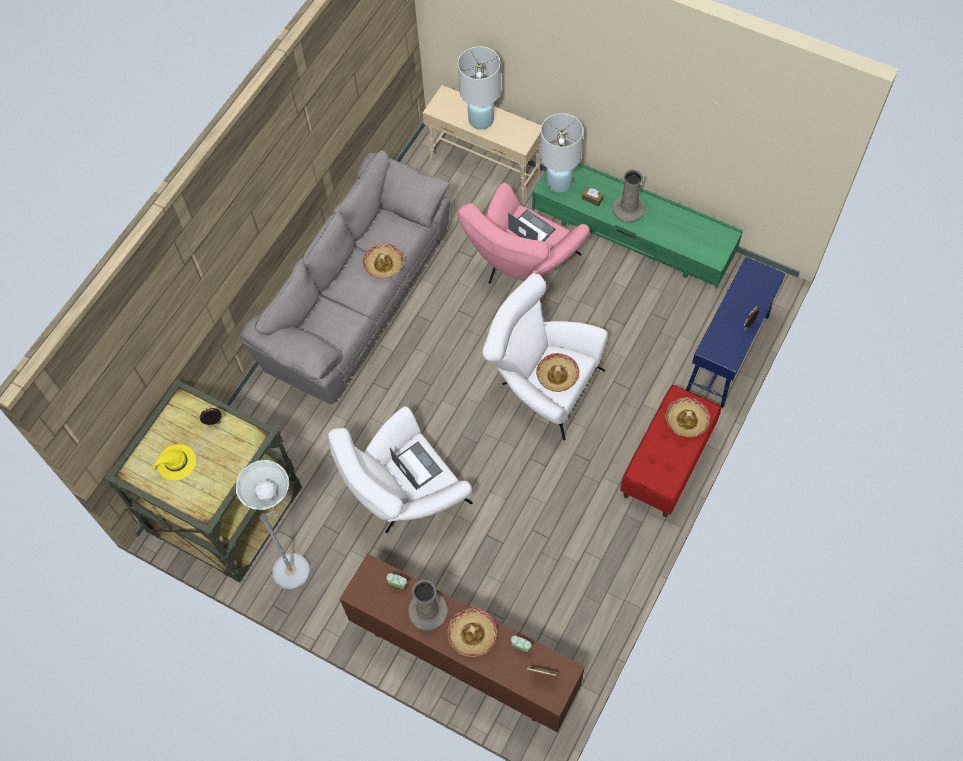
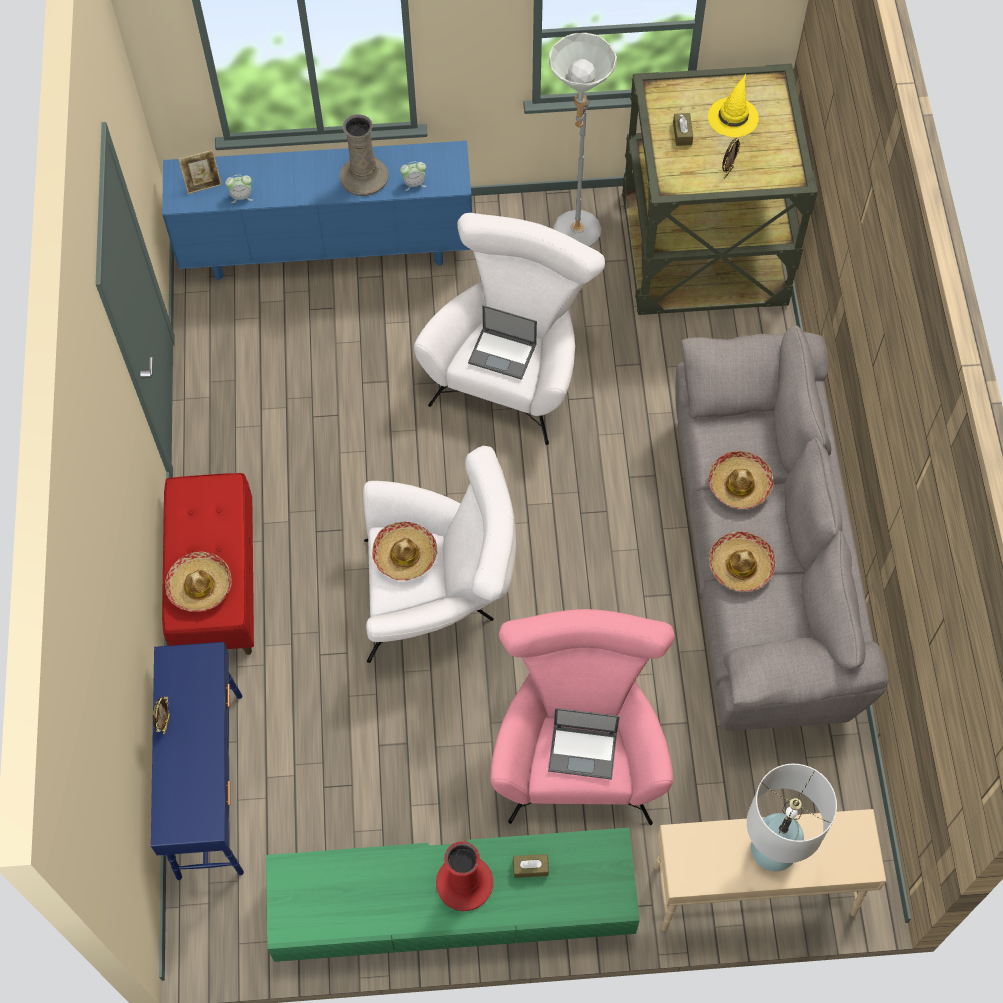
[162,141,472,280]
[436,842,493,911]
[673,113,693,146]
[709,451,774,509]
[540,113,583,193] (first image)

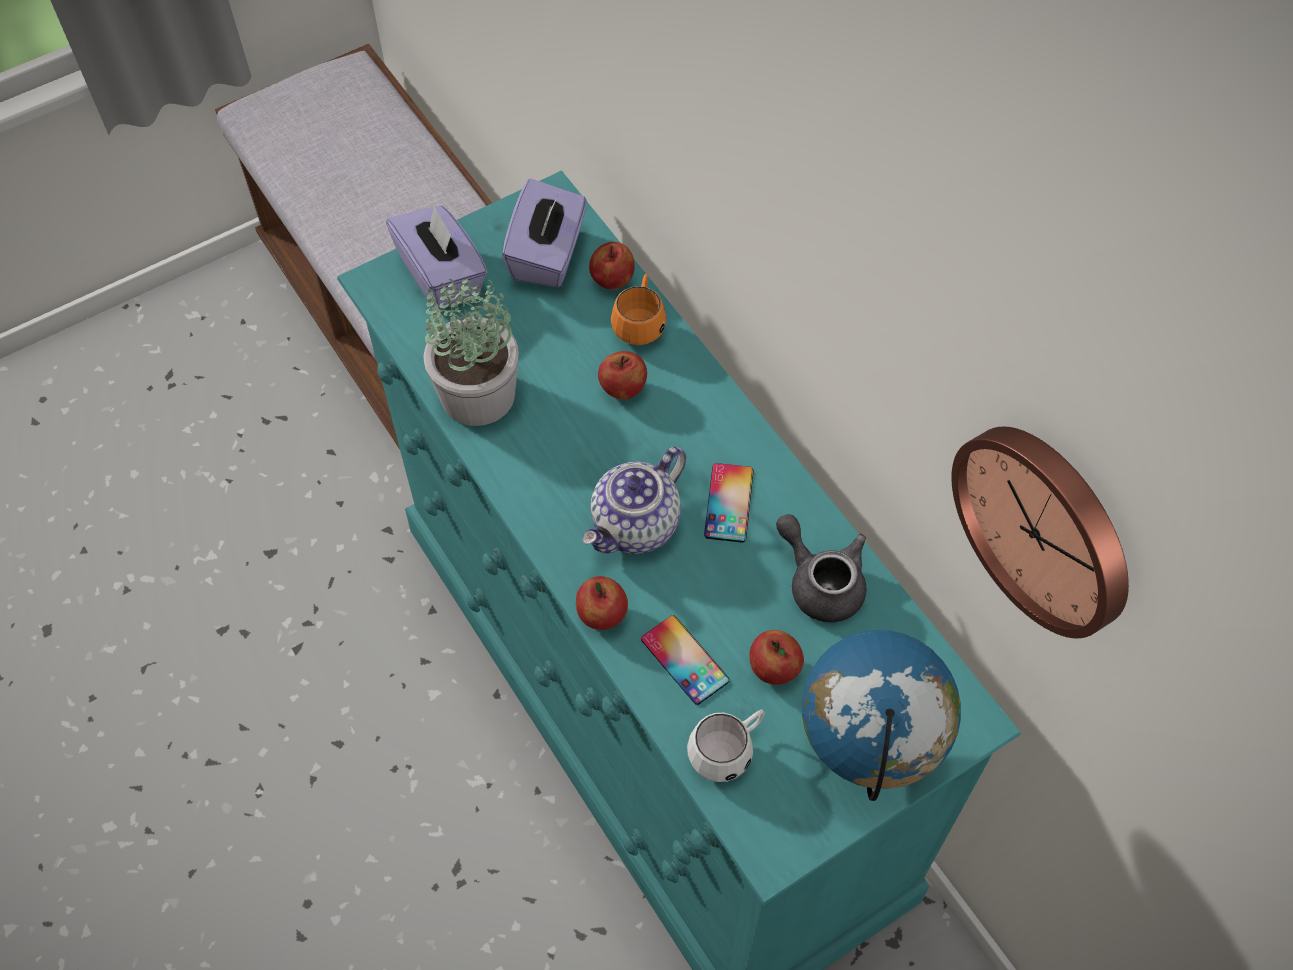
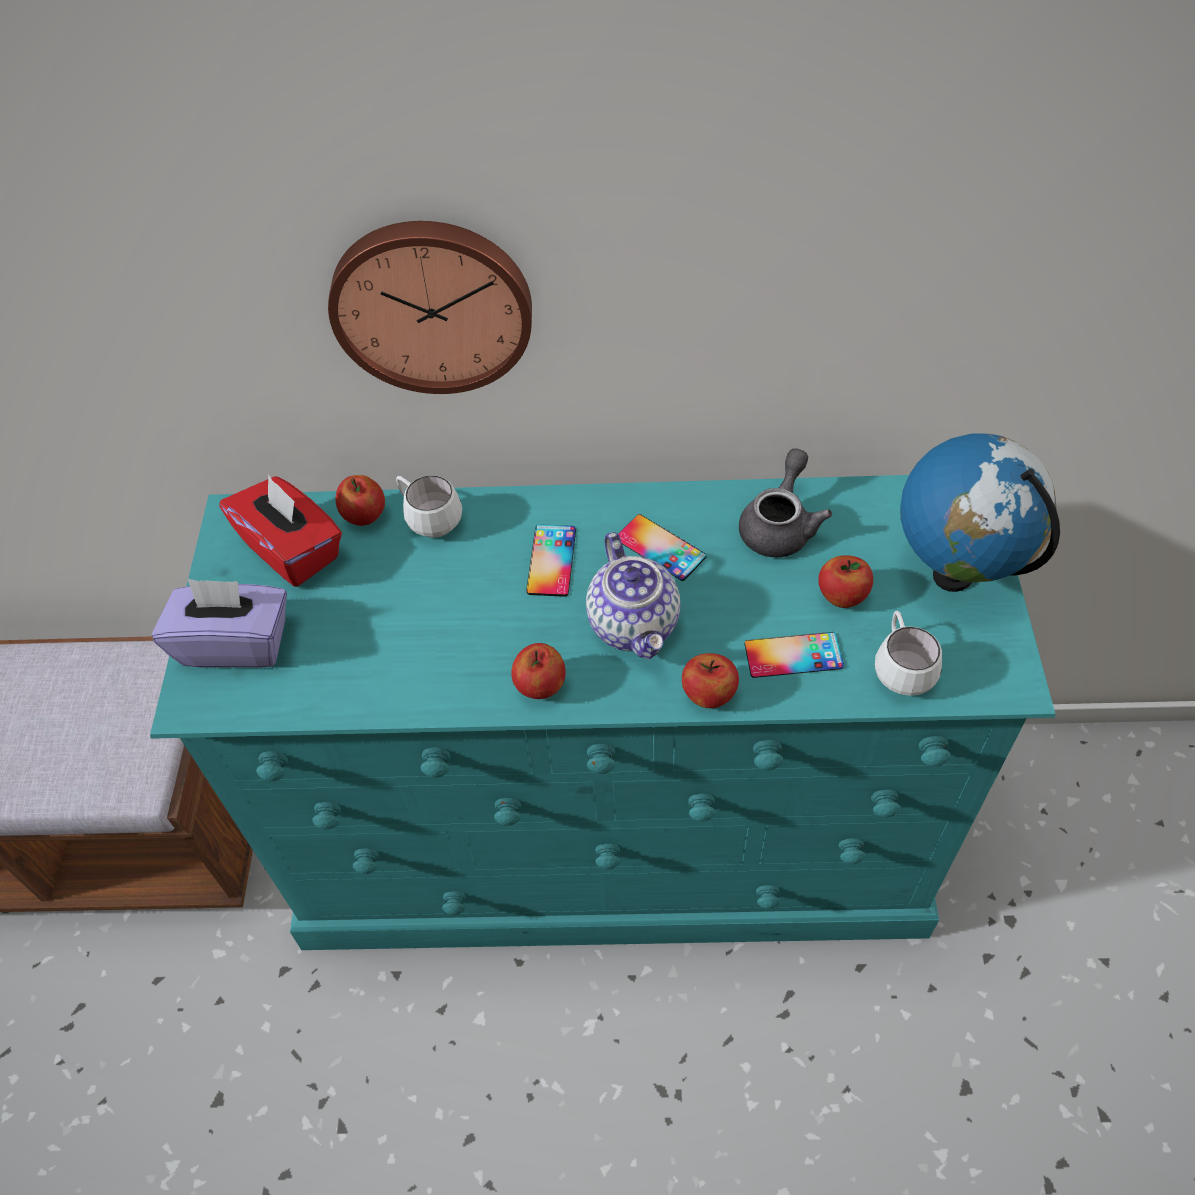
[219,474,342,587]
[328,221,532,394]
[396,475,462,538]
[511,643,566,699]
[526,524,576,597]
[739,448,832,557]
[424,275,519,426] (first image)

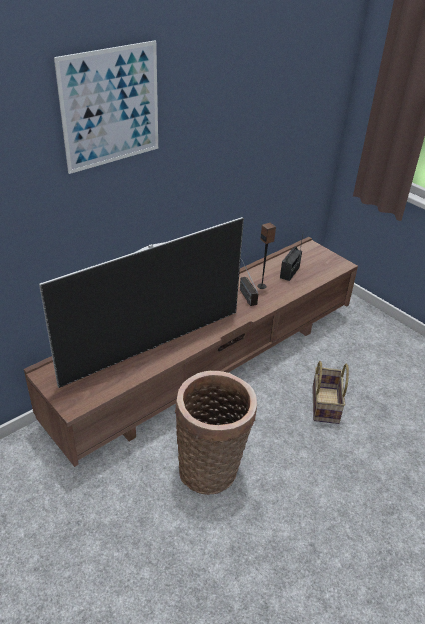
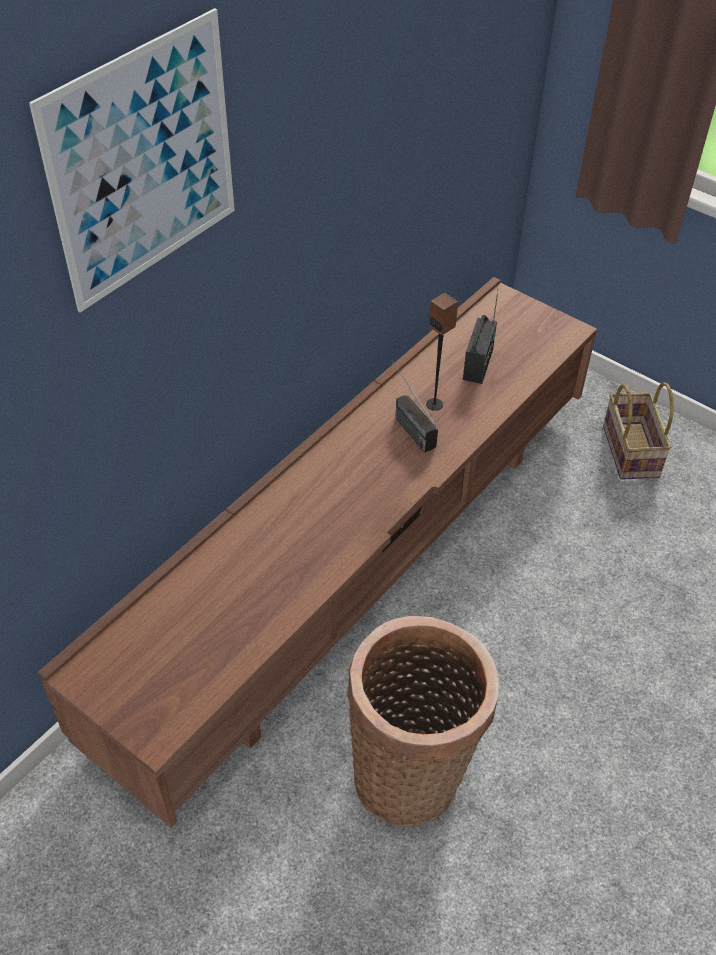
[603,382,674,480]
[39,217,244,388] (first image)

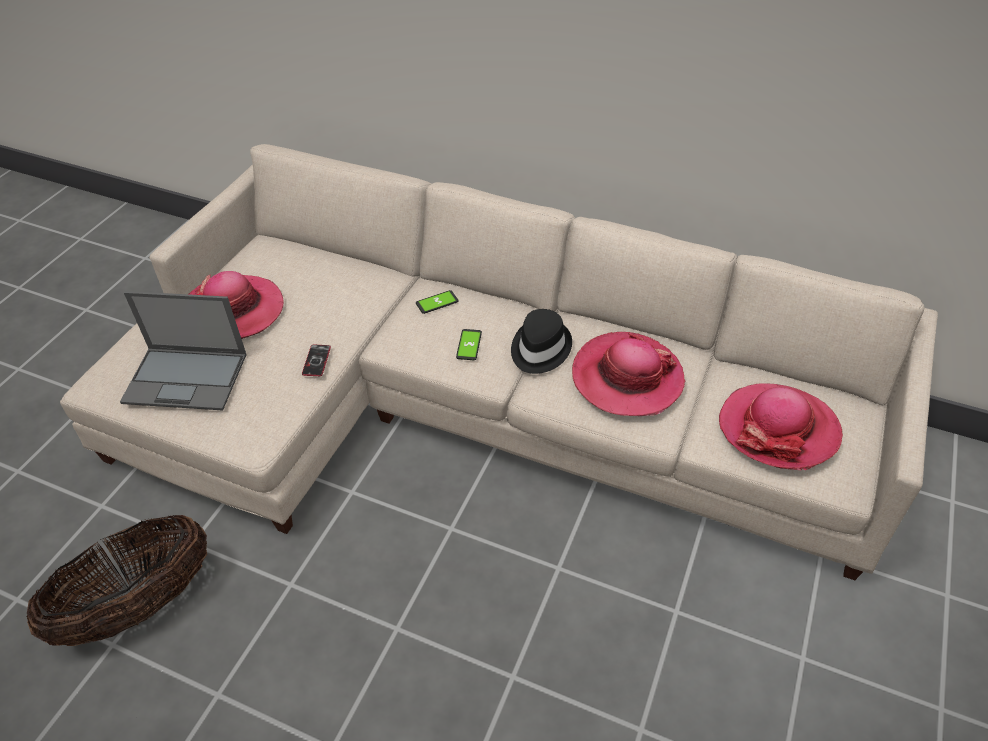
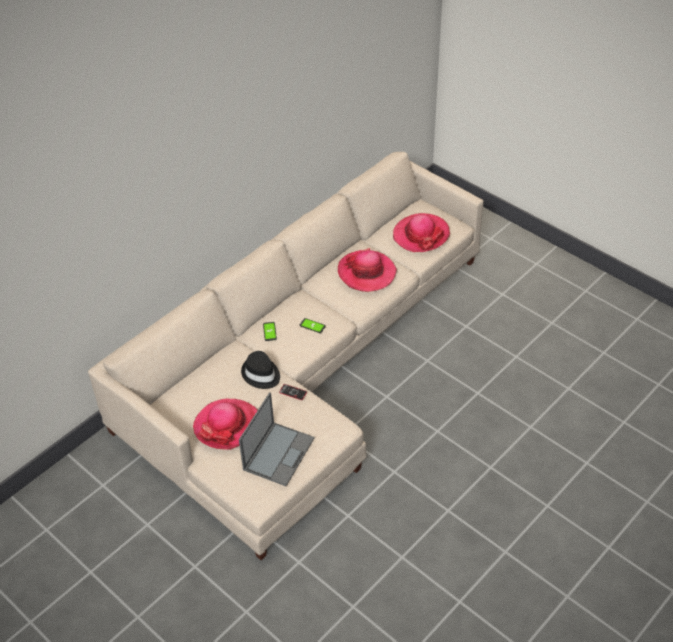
[241,351,280,389]
[27,515,207,646] (first image)

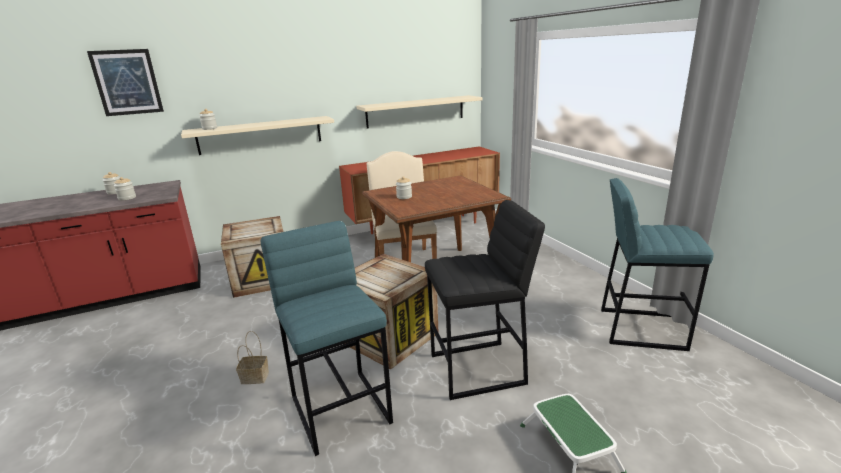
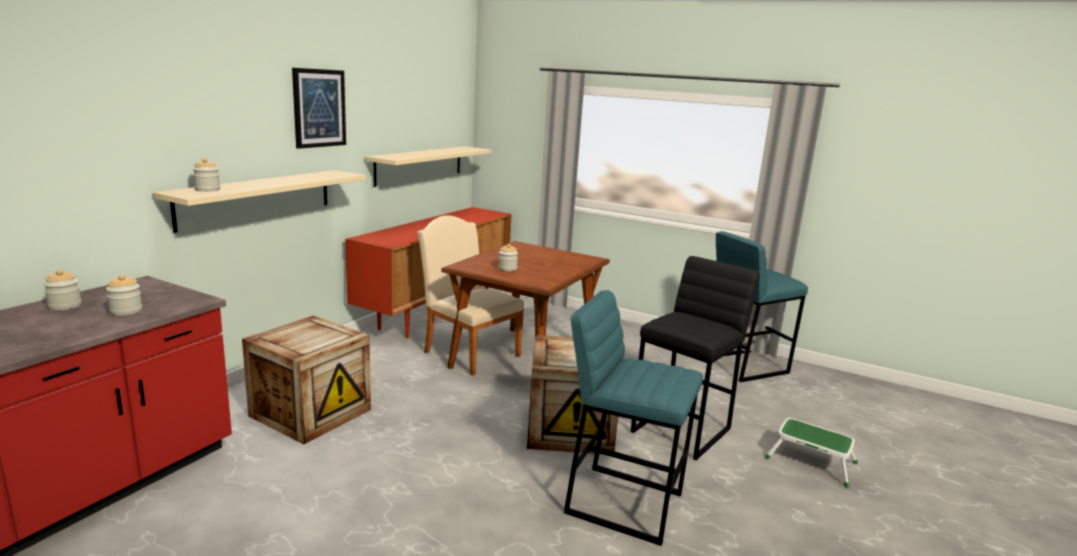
[292,68,346,149]
[236,331,269,384] (first image)

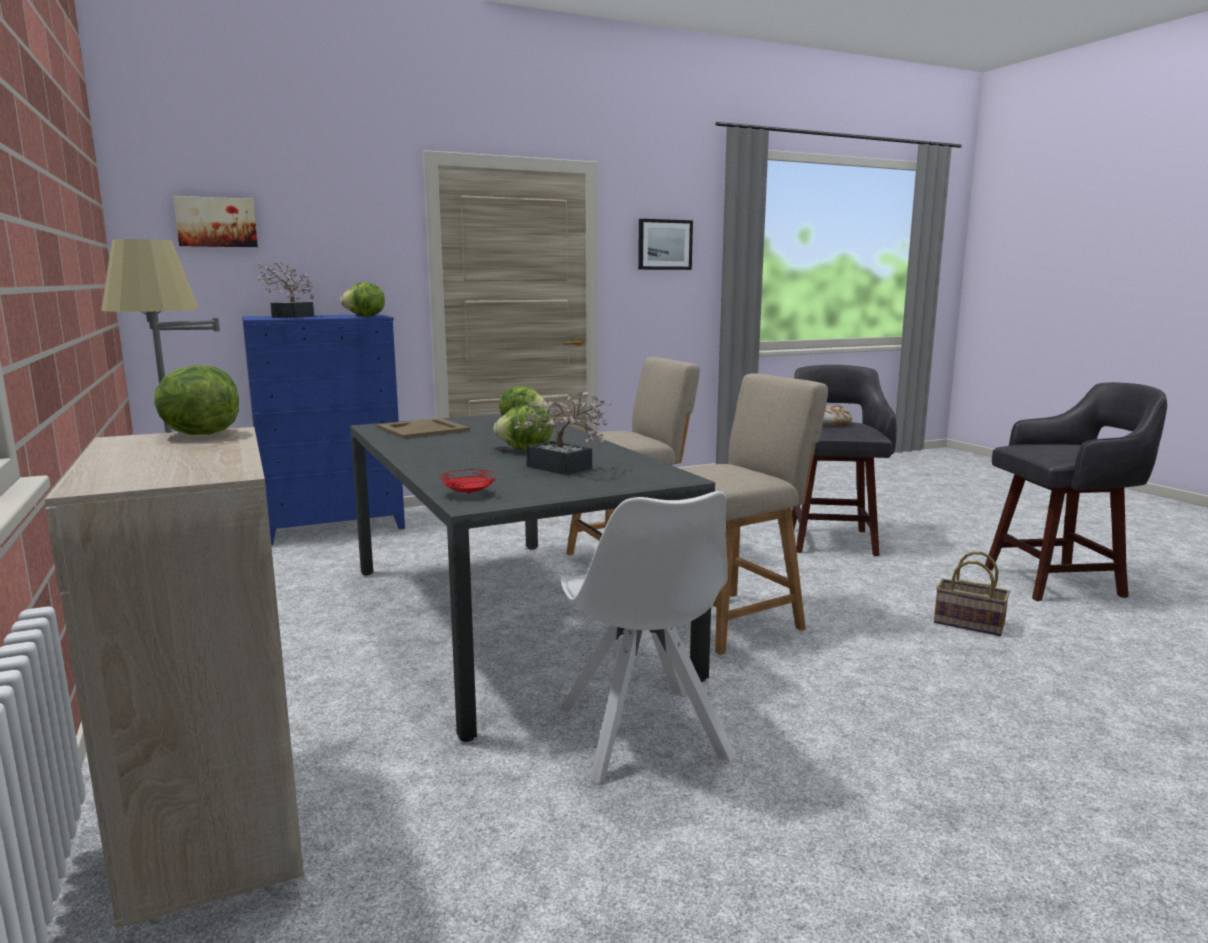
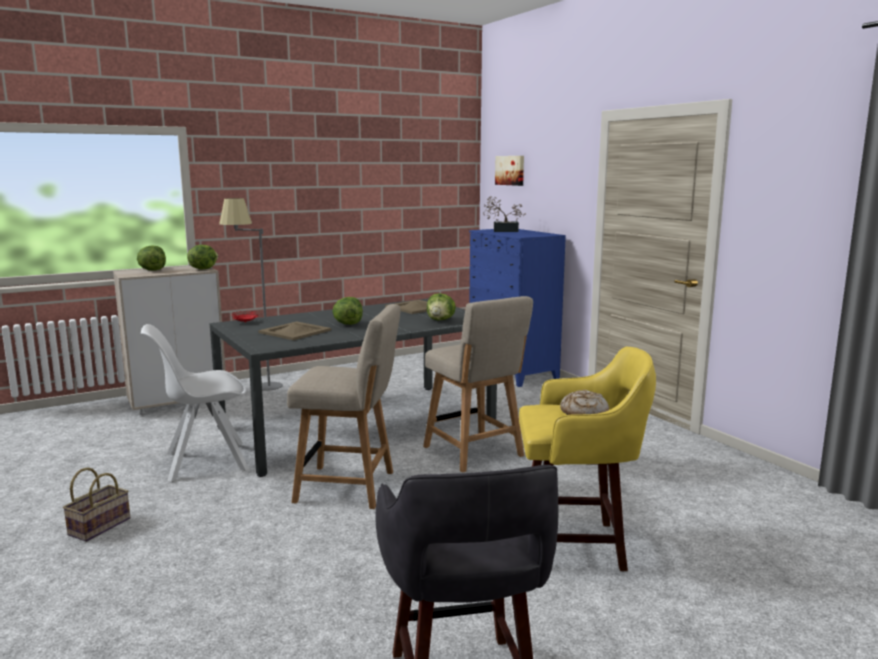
[63,467,131,542]
[137,246,166,271]
[258,322,331,340]
[287,304,400,509]
[519,347,656,571]
[638,219,693,270] (first image)

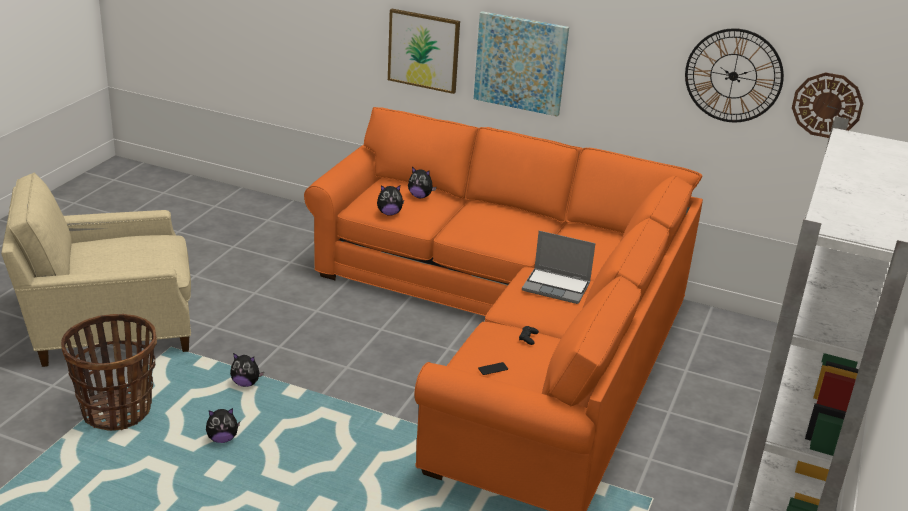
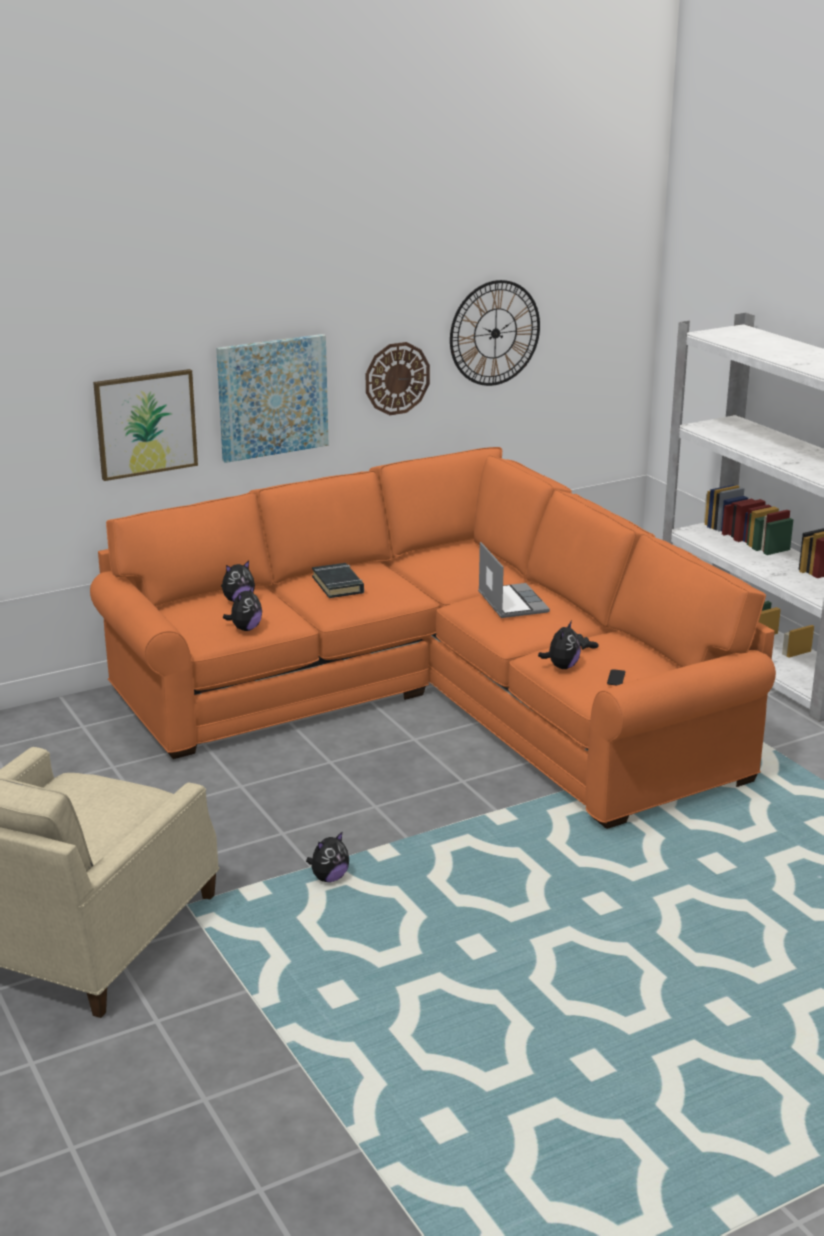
[312,563,364,598]
[366,342,430,415]
[478,542,550,618]
[538,621,581,669]
[61,314,157,431] (first image)

